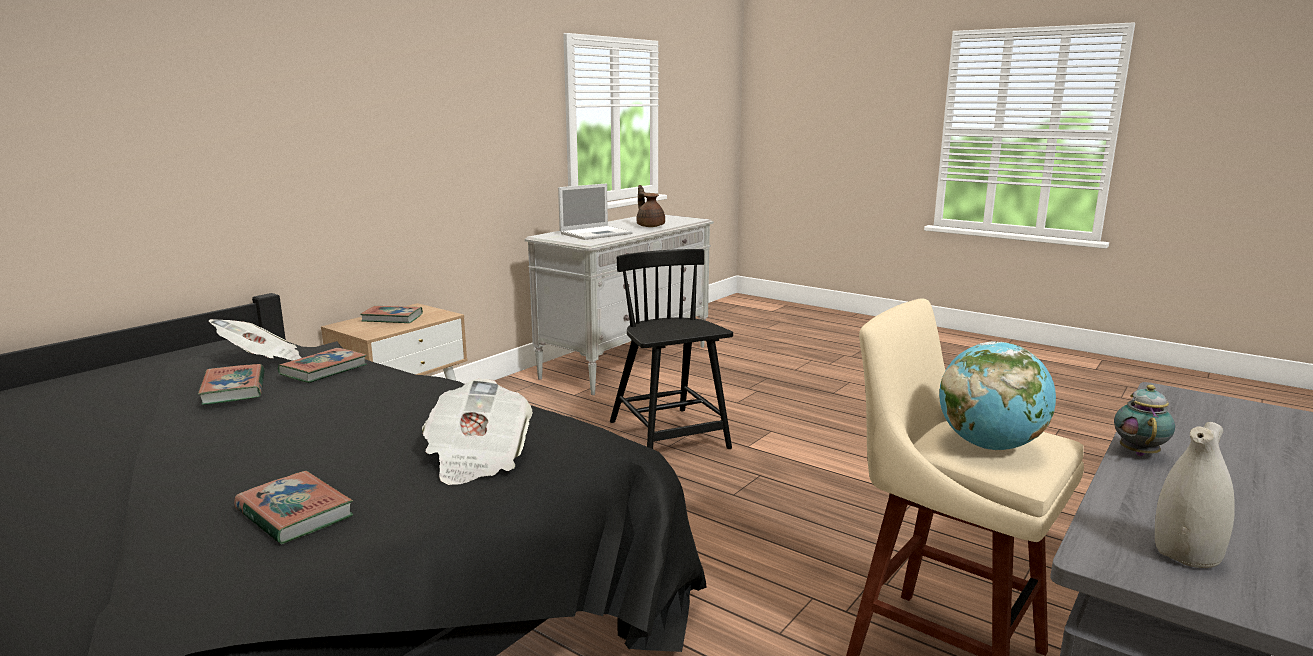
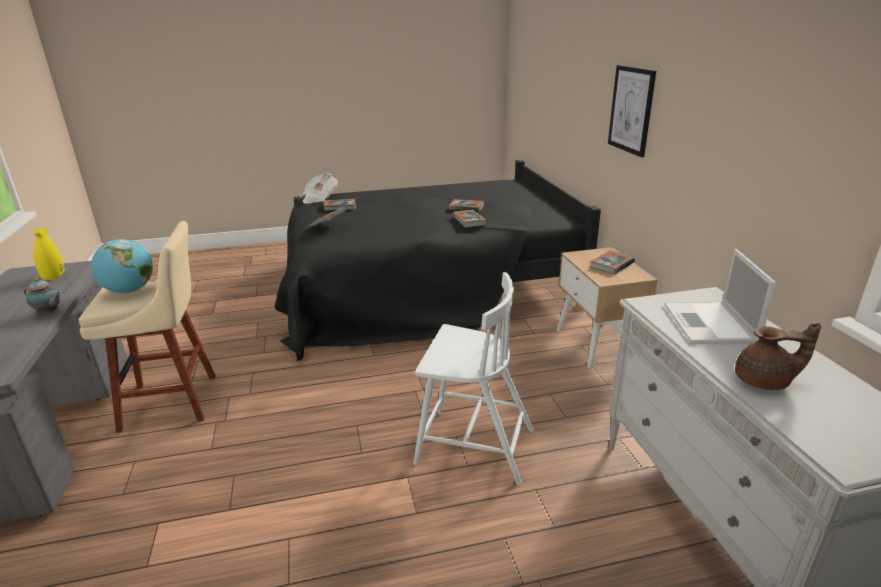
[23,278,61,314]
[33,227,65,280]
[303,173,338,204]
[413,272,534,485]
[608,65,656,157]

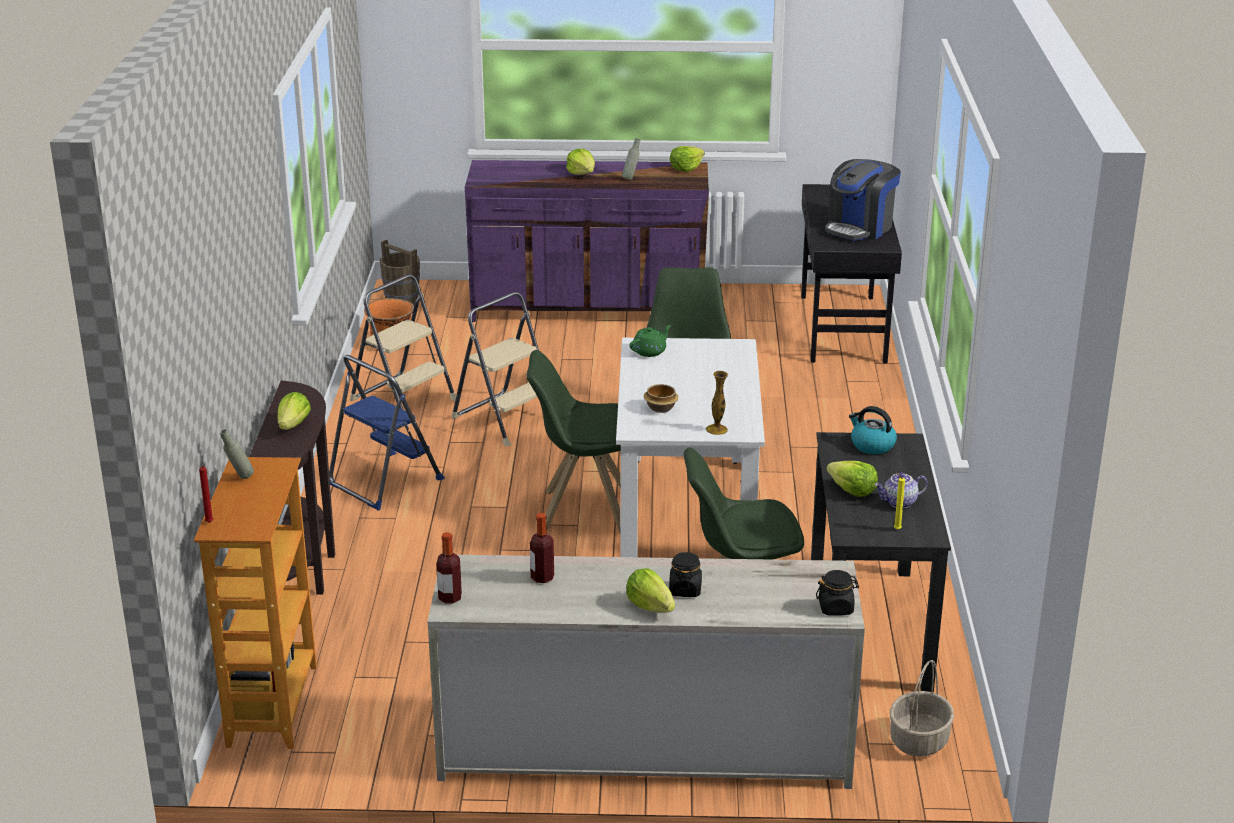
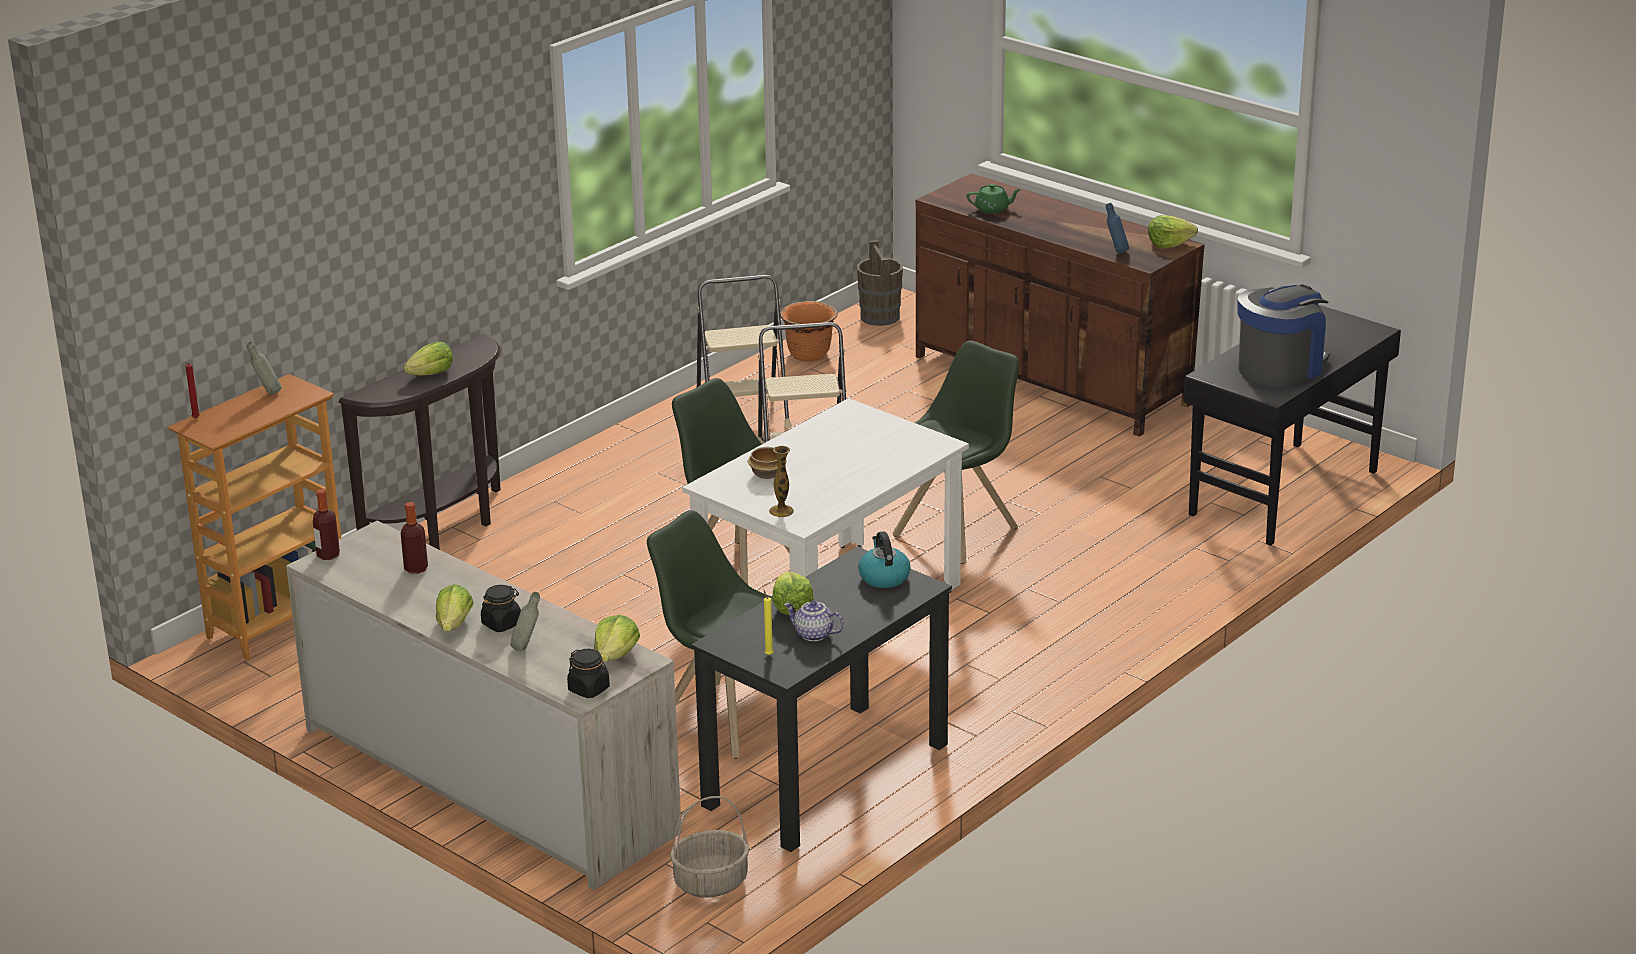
[510,592,540,651]
[594,615,640,662]
[915,173,1205,437]
[967,184,1022,214]
[1106,203,1129,253]
[1237,285,1329,387]
[329,355,445,510] (first image)

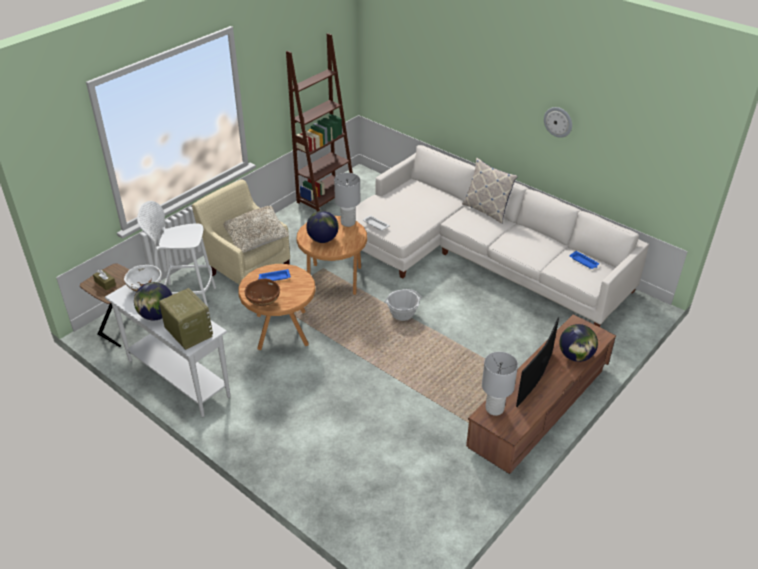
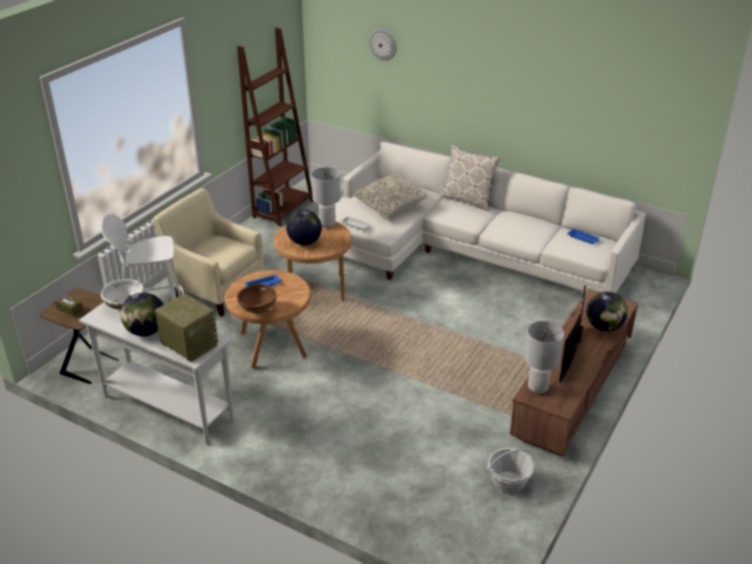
[354,173,429,219]
[369,30,396,61]
[487,448,535,494]

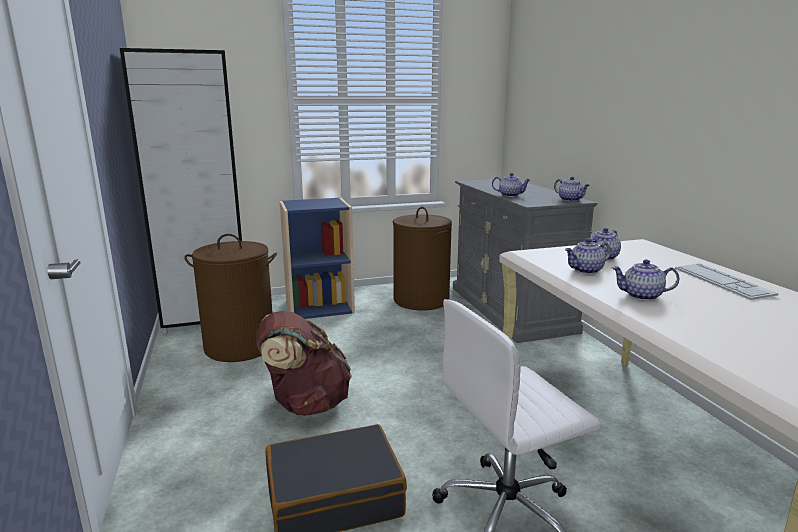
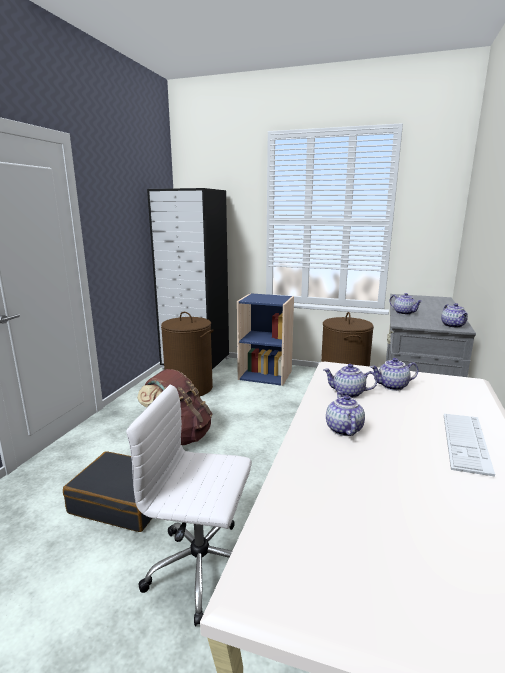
[326,391,365,436]

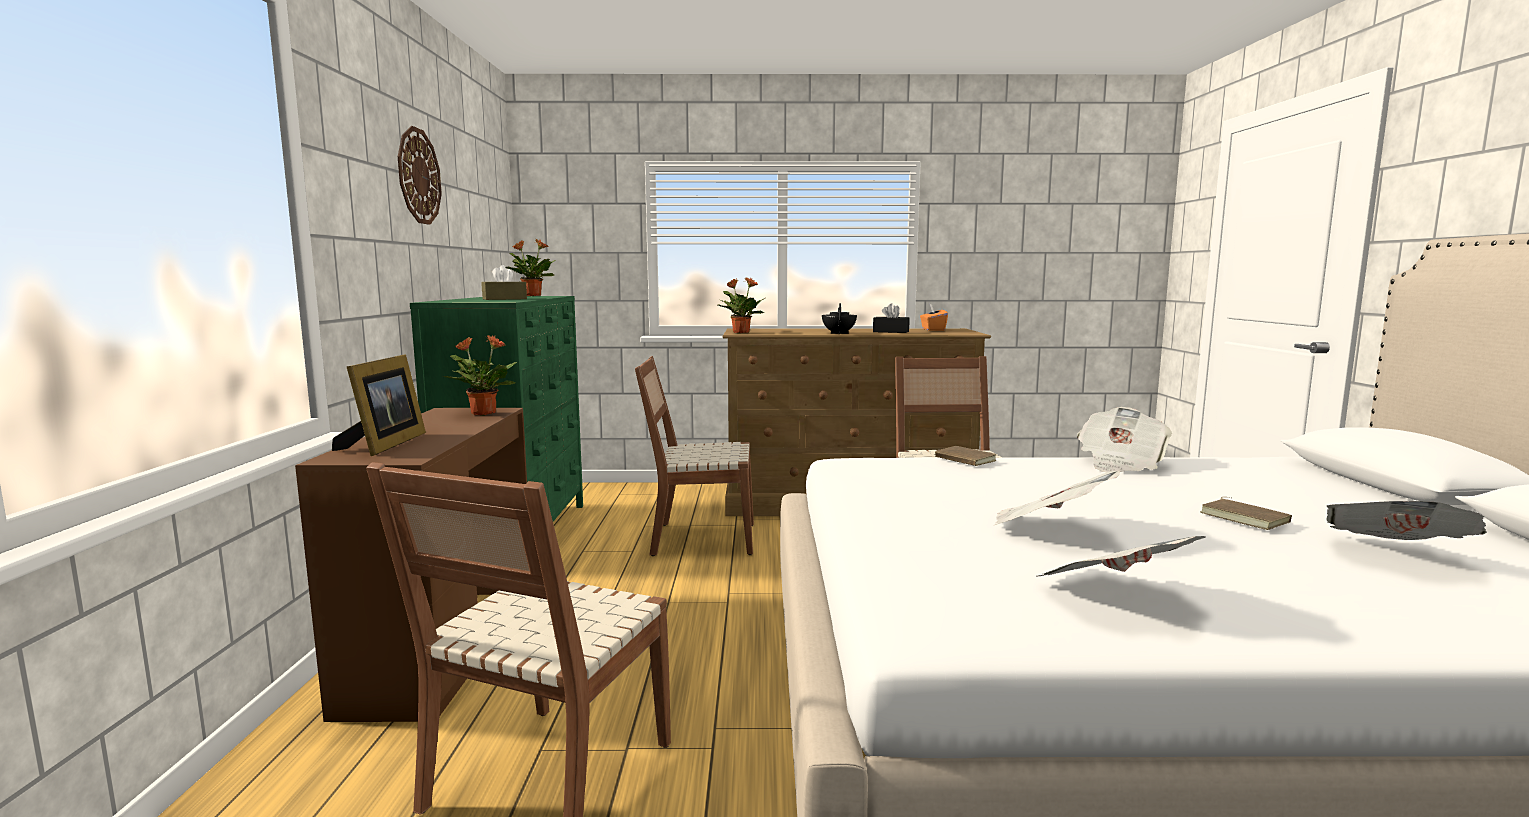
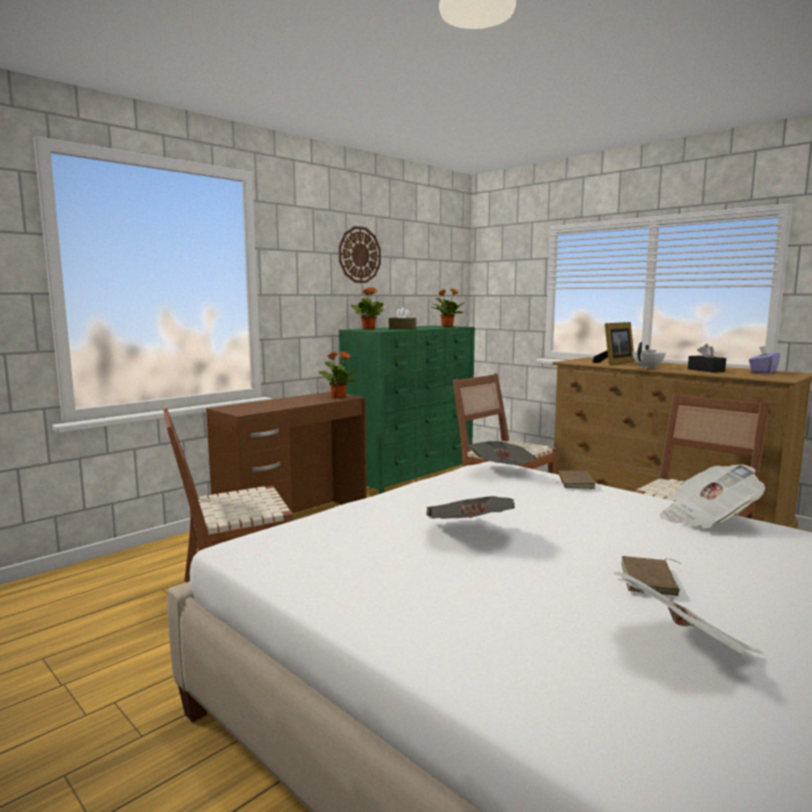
[350,287,384,330]
[467,441,536,465]
[593,322,635,366]
[633,342,666,369]
[749,346,780,374]

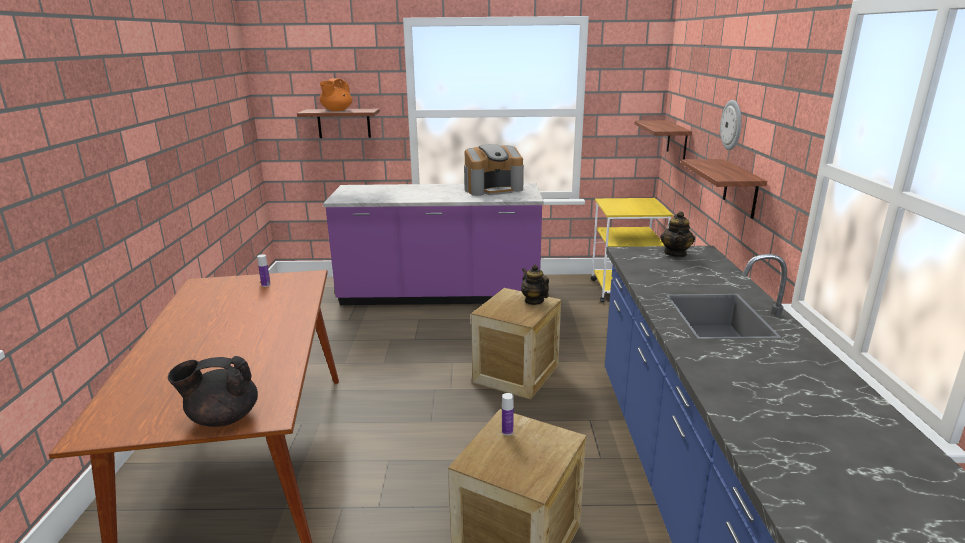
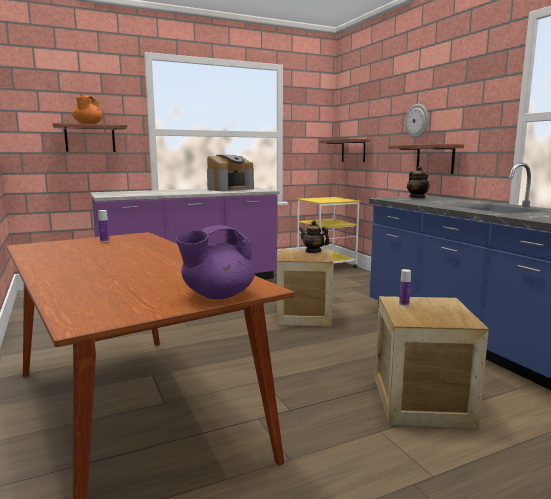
[176,225,255,299]

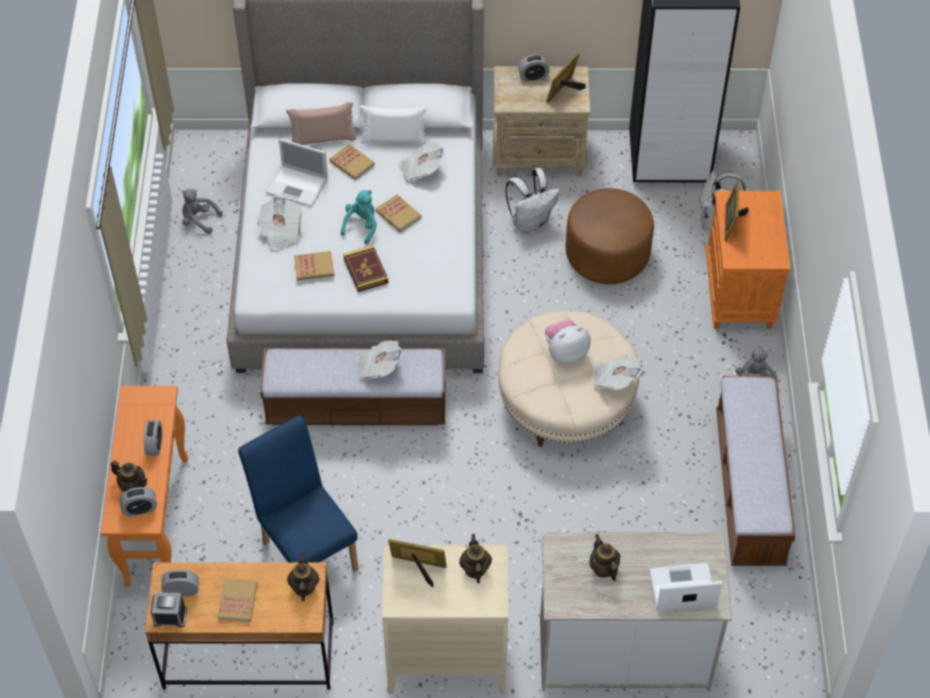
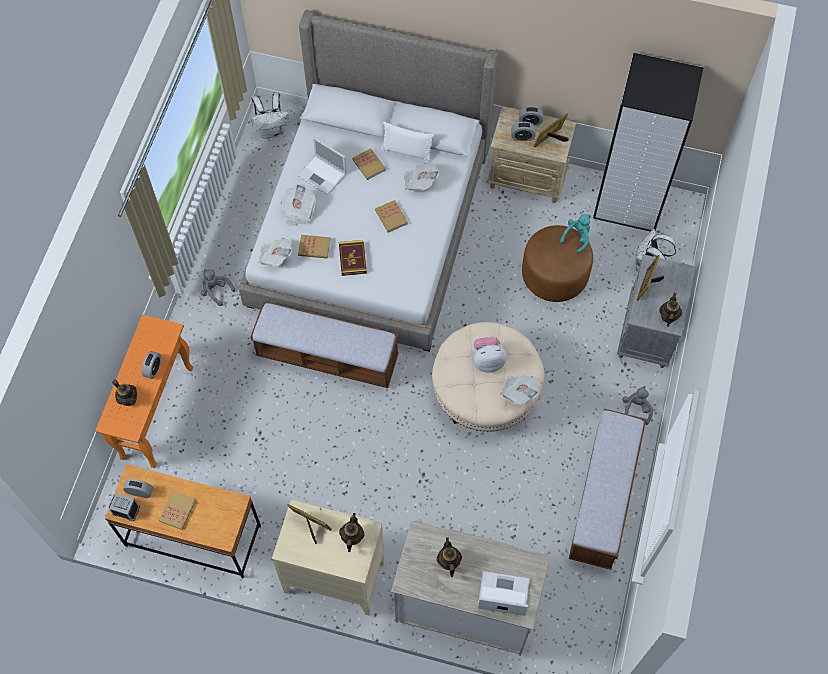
[200,269,235,306]
[251,92,289,139]
[258,238,292,267]
[511,122,536,141]
[560,214,591,254]
[617,254,695,368]
[659,293,682,327]
[238,415,359,572] (first image)
[286,102,356,145] (first image)

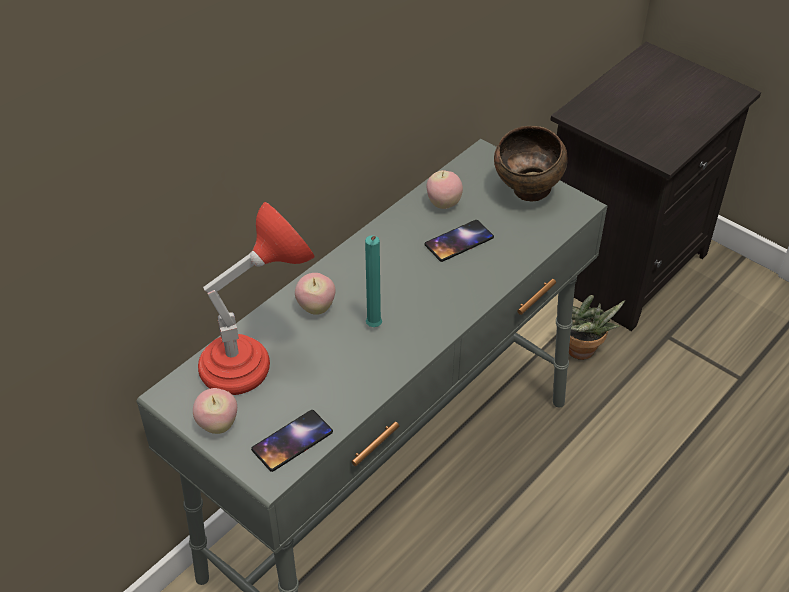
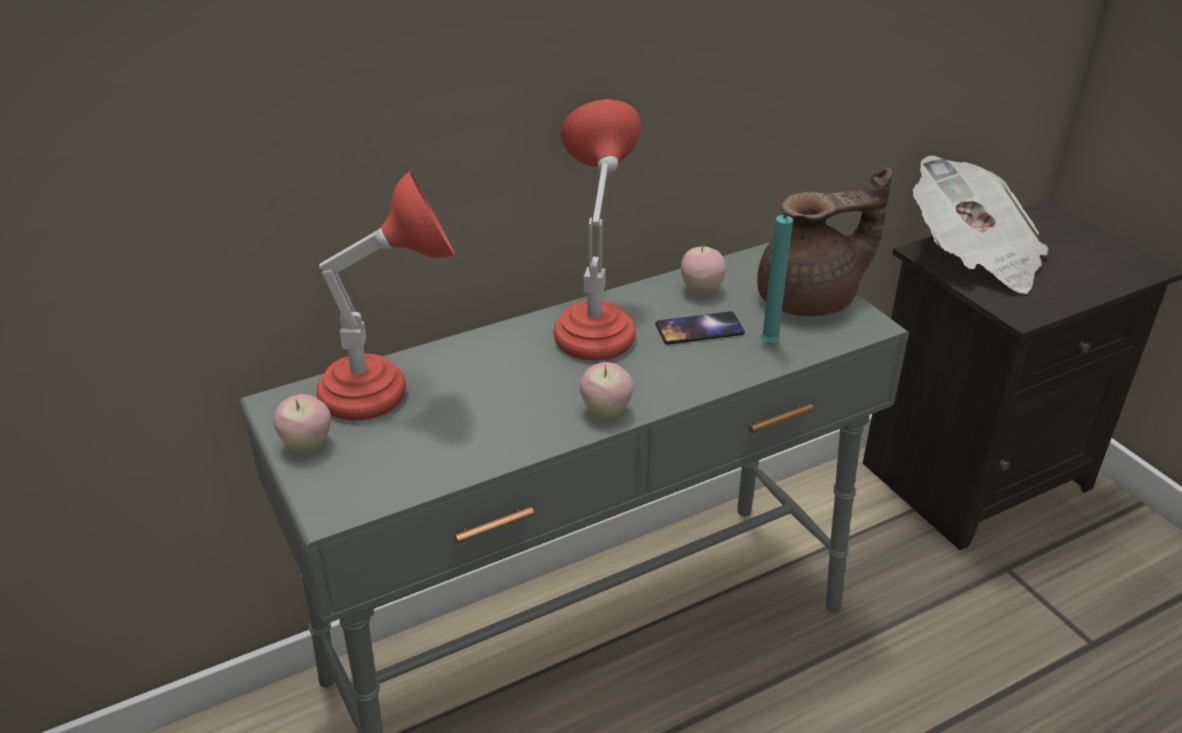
[554,100,641,361]
[580,362,634,419]
[757,167,892,316]
[761,211,793,345]
[913,155,1049,294]
[251,410,333,472] (first image)
[569,295,625,360] (first image)

